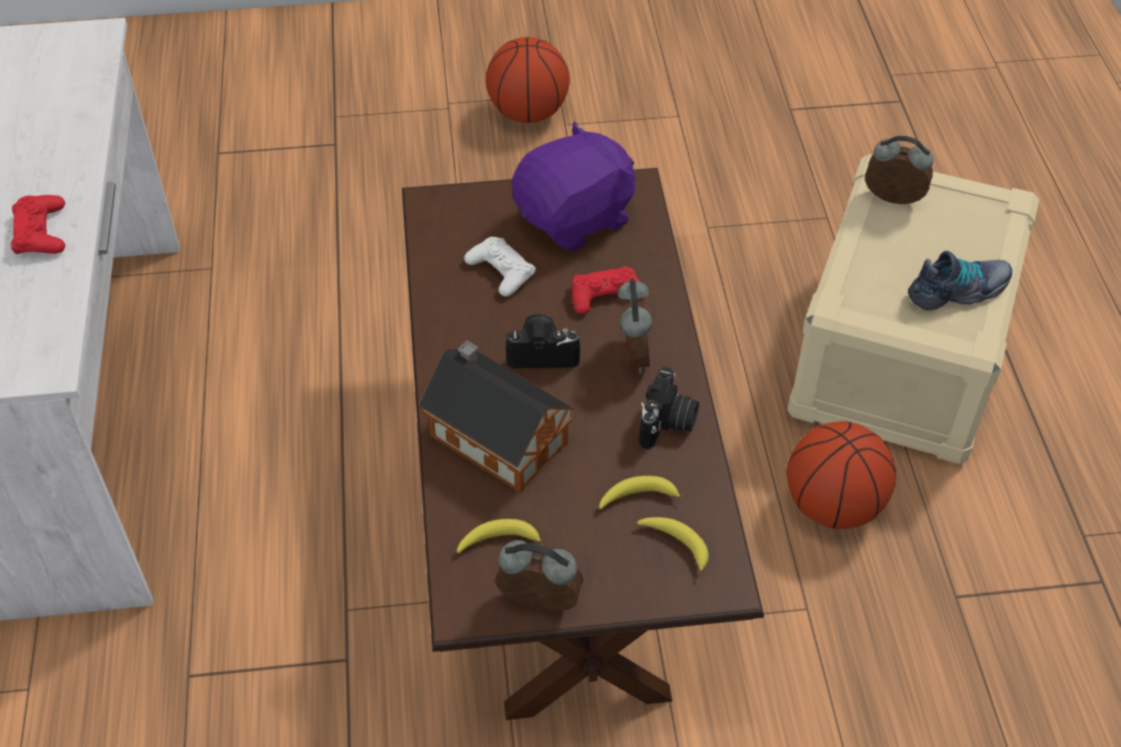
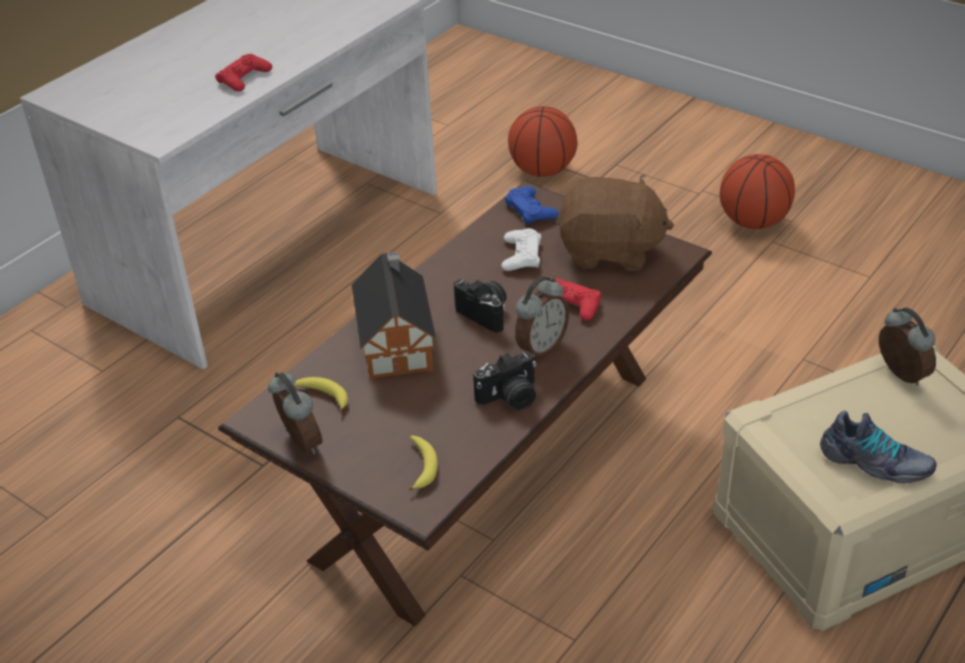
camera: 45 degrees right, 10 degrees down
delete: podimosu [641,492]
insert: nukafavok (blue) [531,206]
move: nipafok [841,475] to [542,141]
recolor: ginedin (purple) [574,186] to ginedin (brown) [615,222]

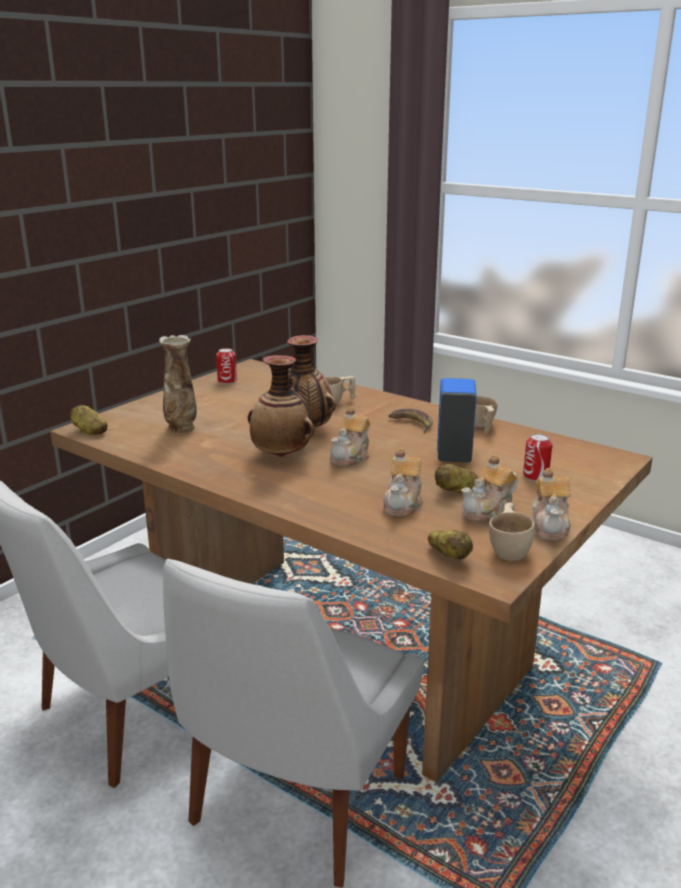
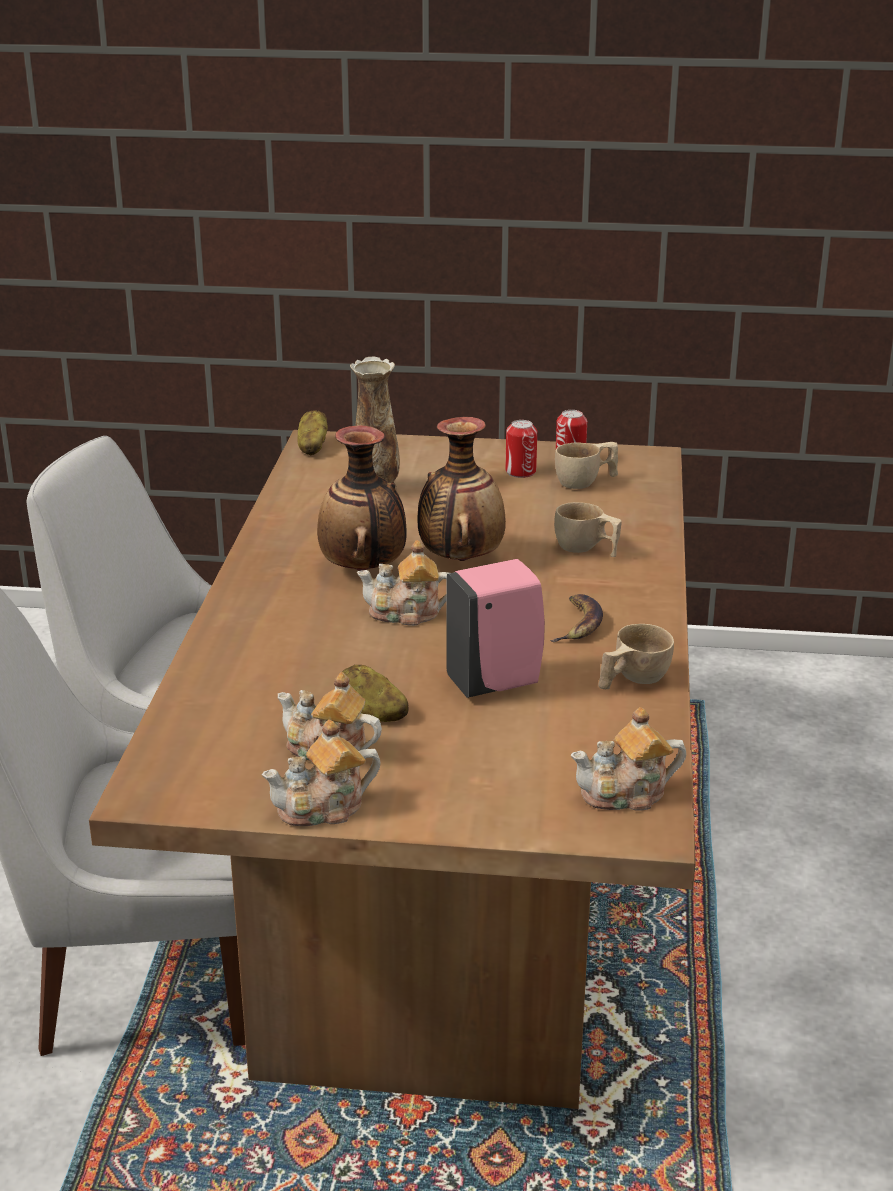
camera: 60 degrees right, 5 degrees up
delete: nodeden [450,545]
move: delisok [538,457] to [521,449]; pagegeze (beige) [512,531] to [586,465]; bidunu [403,482] to [628,758]
recolor: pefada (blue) [457,420] to pefada (pink) [496,628]

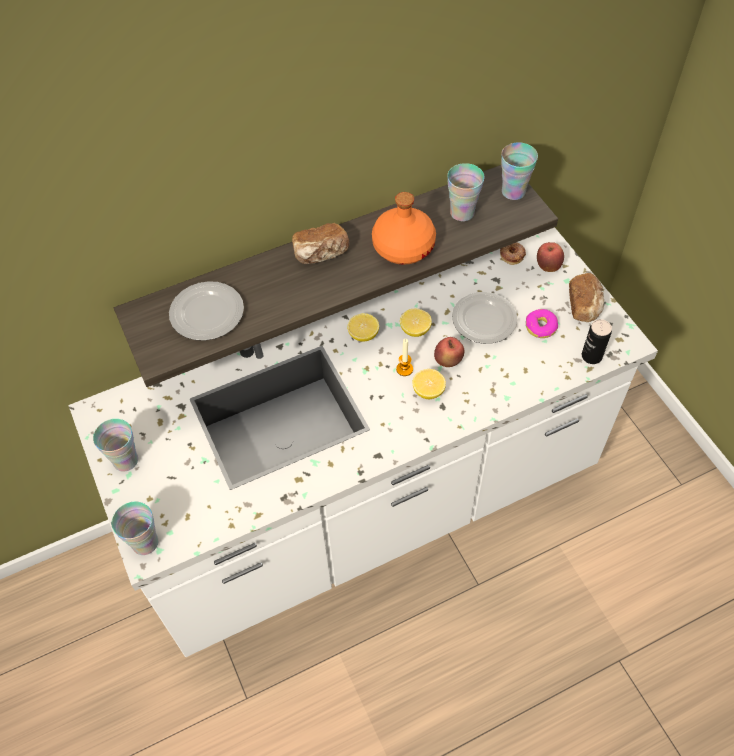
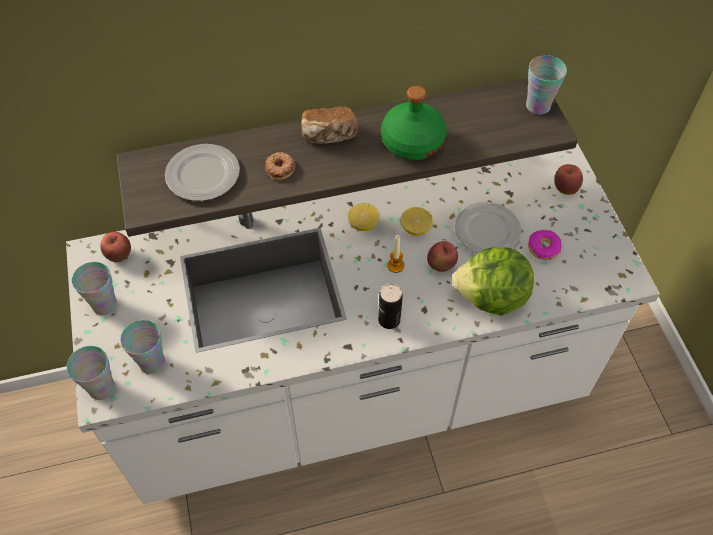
camera: 10 degrees right, 0 degrees up
delete: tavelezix [429,384]; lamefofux [586,297]
insert: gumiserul [115,247]; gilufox [493,281]
move: pagegeze [465,192] to [142,347]; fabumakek [513,253] to [280,166]; delisok [597,341] to [390,306]
recolor: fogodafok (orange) [404,228] to fogodafok (green) [414,123]

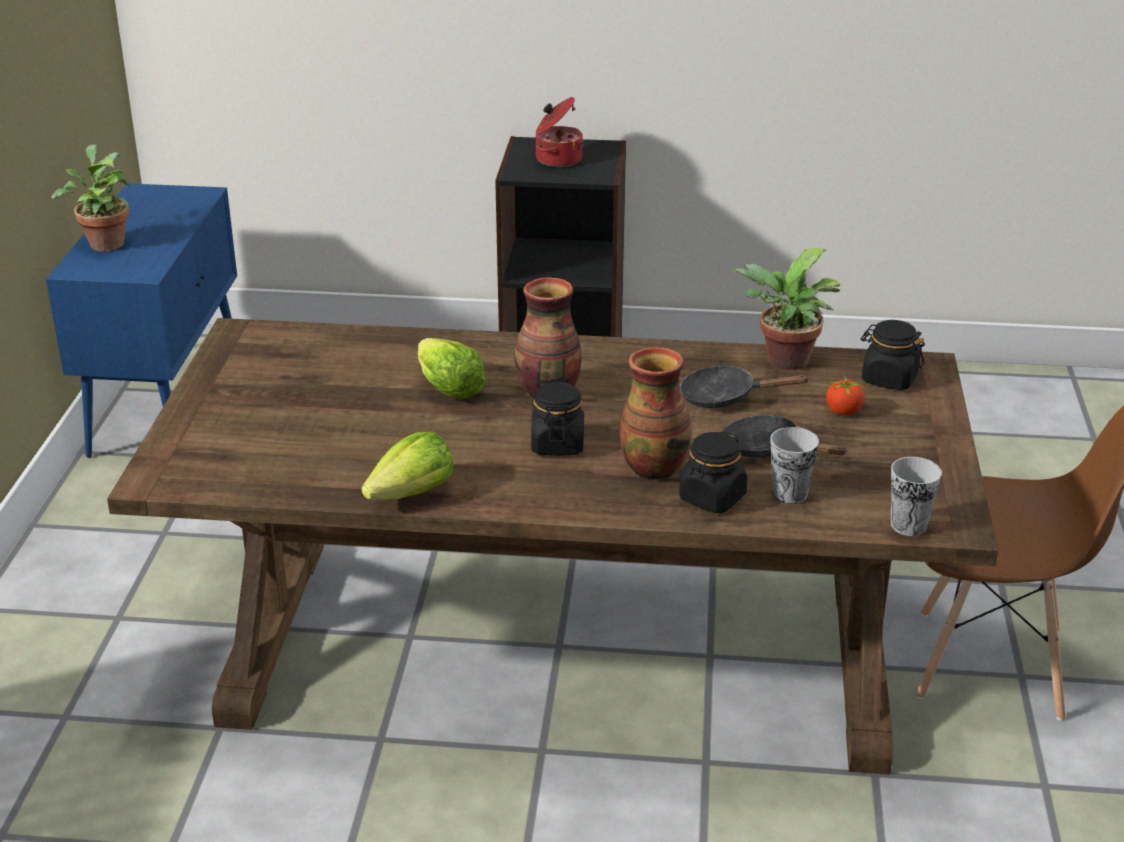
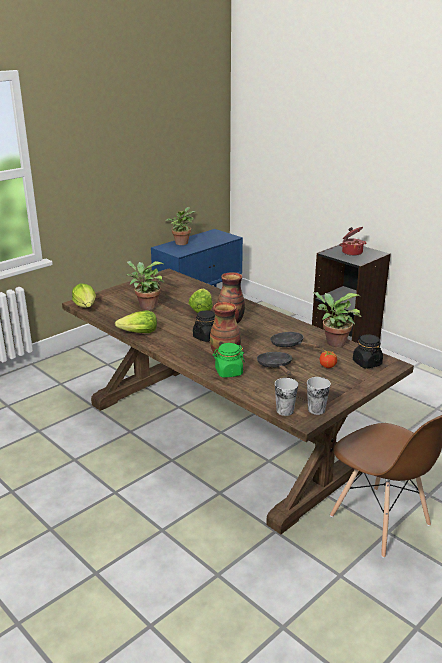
camera: 40 degrees right, 5 degrees down
insert: gilufox [84,296]; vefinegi [145,285]
move: pagegeze [794,465] to [319,396]
recolor: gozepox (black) [713,472] to gozepox (green) [229,360]

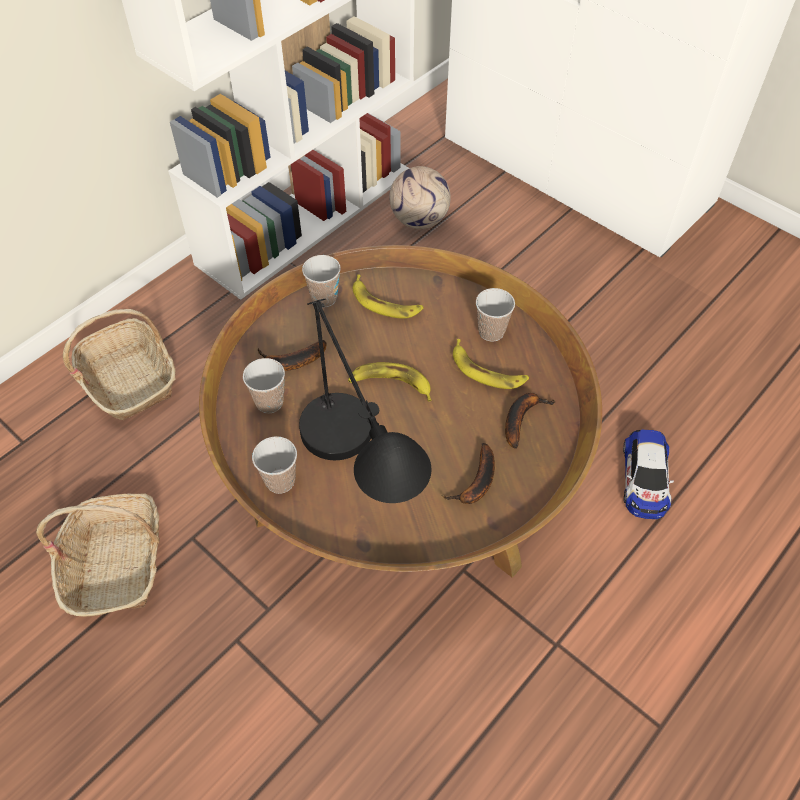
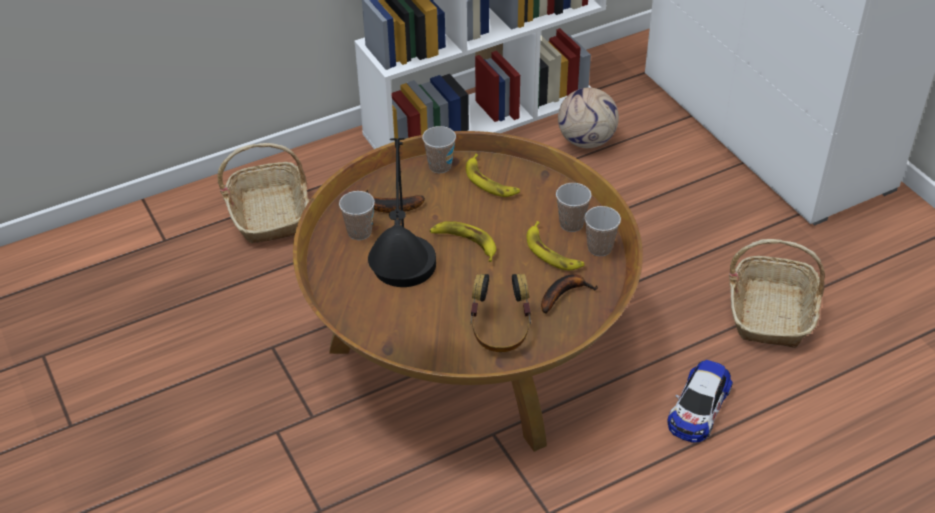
camera: 20 degrees right, 10 degrees down
move: pagegeze [274,465] to [602,231]; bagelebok [98,555] to [777,293]
replace: podimosu [468,473] to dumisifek [501,313]

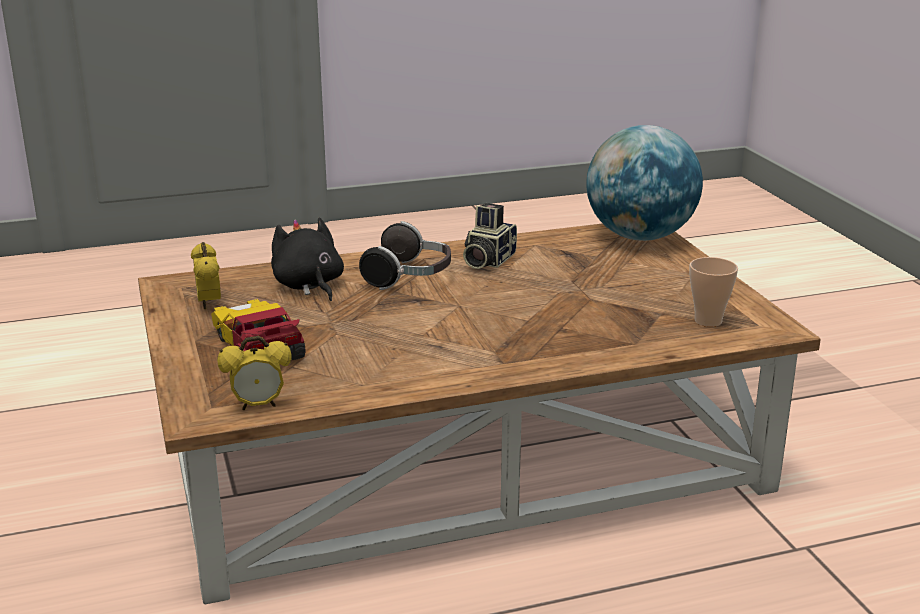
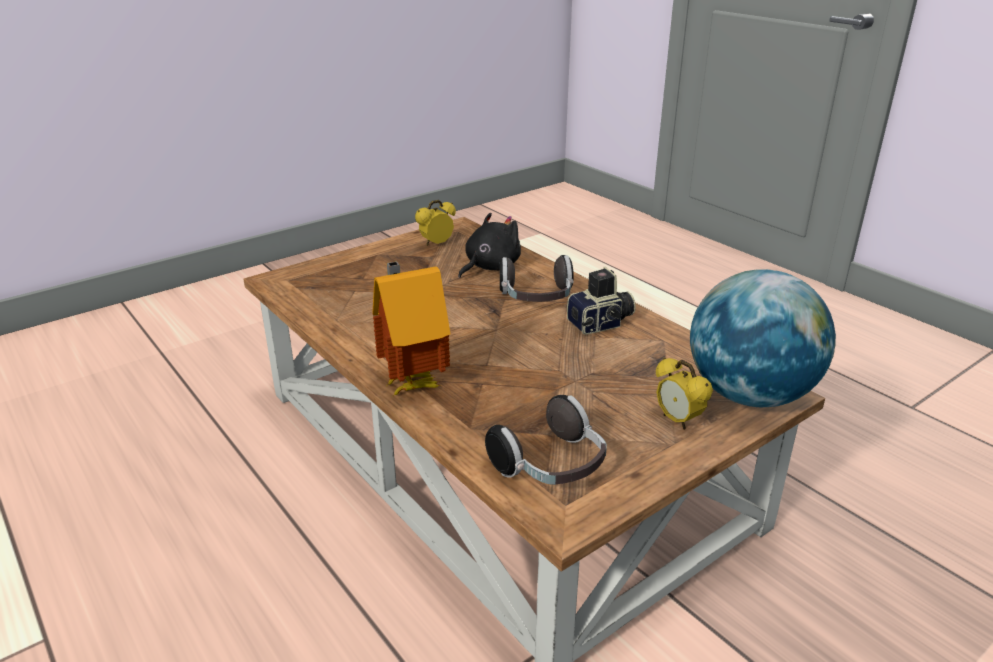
camera: 70 degrees right, 5 degrees up
delete: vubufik [258,329]
insert: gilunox [411,329]
move: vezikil [254,373] to [684,394]
replace: pagegeze [714,292] to dumisifek [546,440]
rotate: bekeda [490,236] = [601,301] 150 degrees clockwise

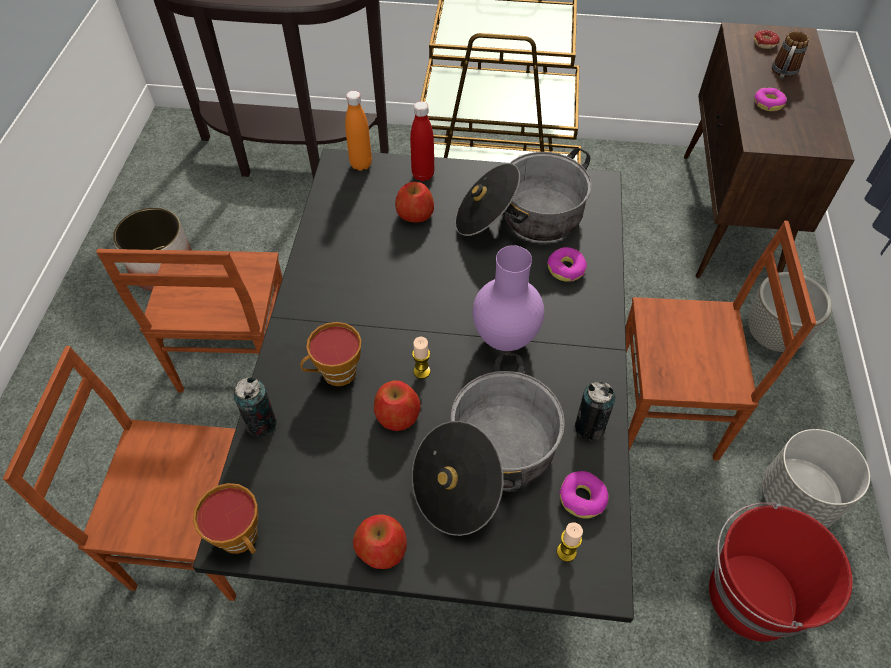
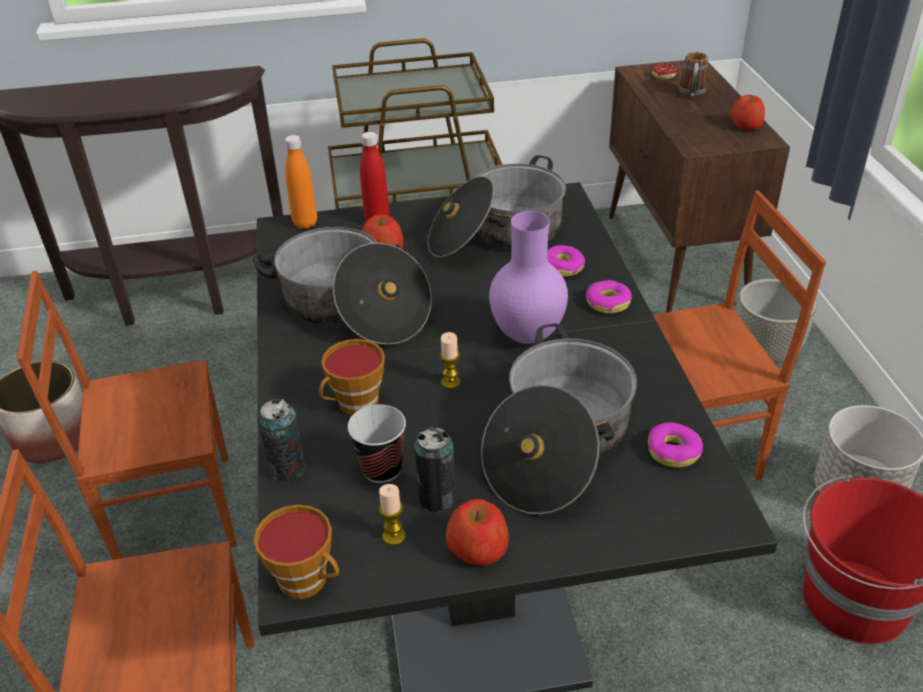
camera: 15 degrees left, 15 degrees down
insert: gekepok [342,286]; pagegeze [377,444]
move: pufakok [570,542] to [392,515]; delisok [595,410] to [435,469]; fabumakek [770,99] to [608,297]; gumiserul [397,405] to [748,112]
rotate: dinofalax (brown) [189,321] = [127,415] 90 degrees clockwise

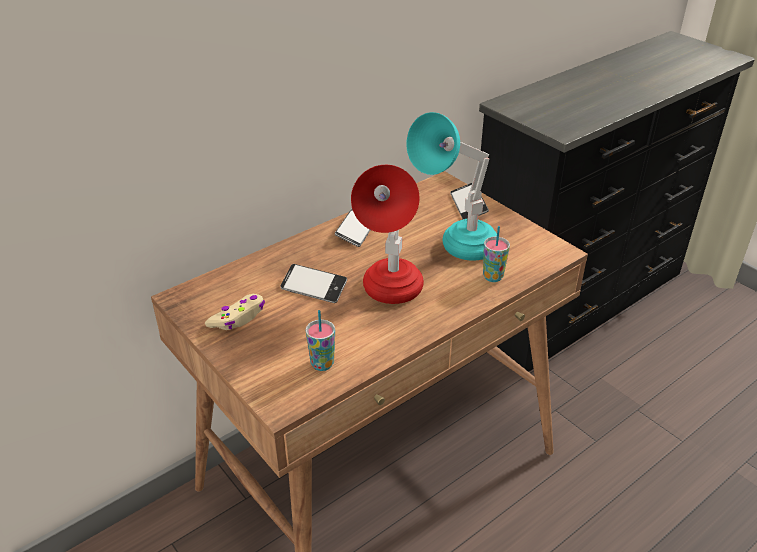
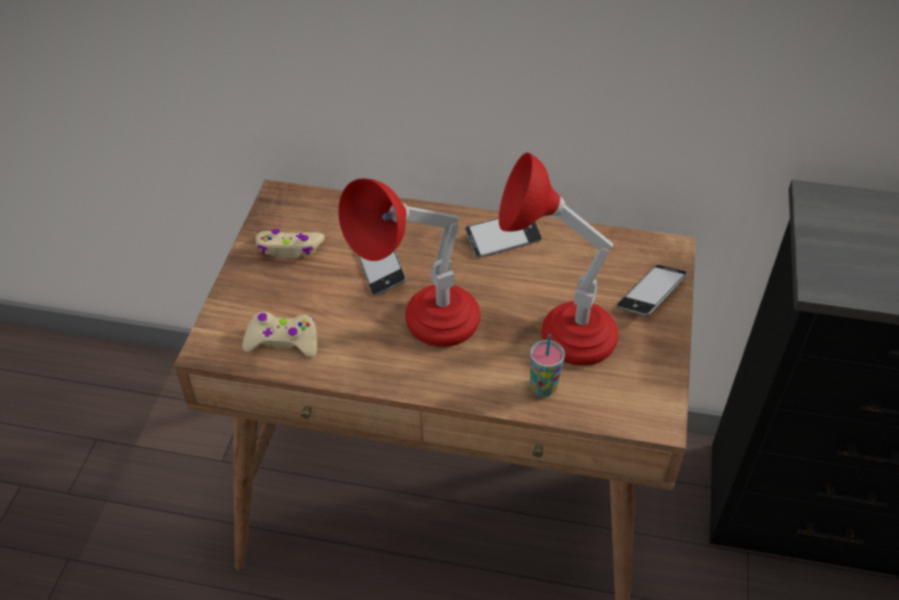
camera: 50 degrees right, 10 degrees up
replace: pagegeze [320,340] to nukafavok (beige) [280,334]
recolor: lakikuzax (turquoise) [451,186] to lakikuzax (red) [558,259]

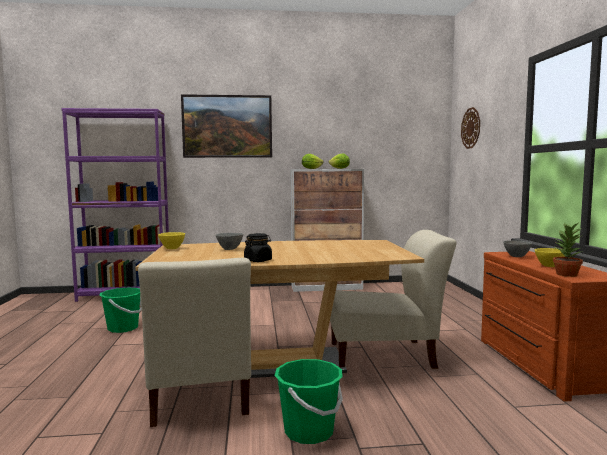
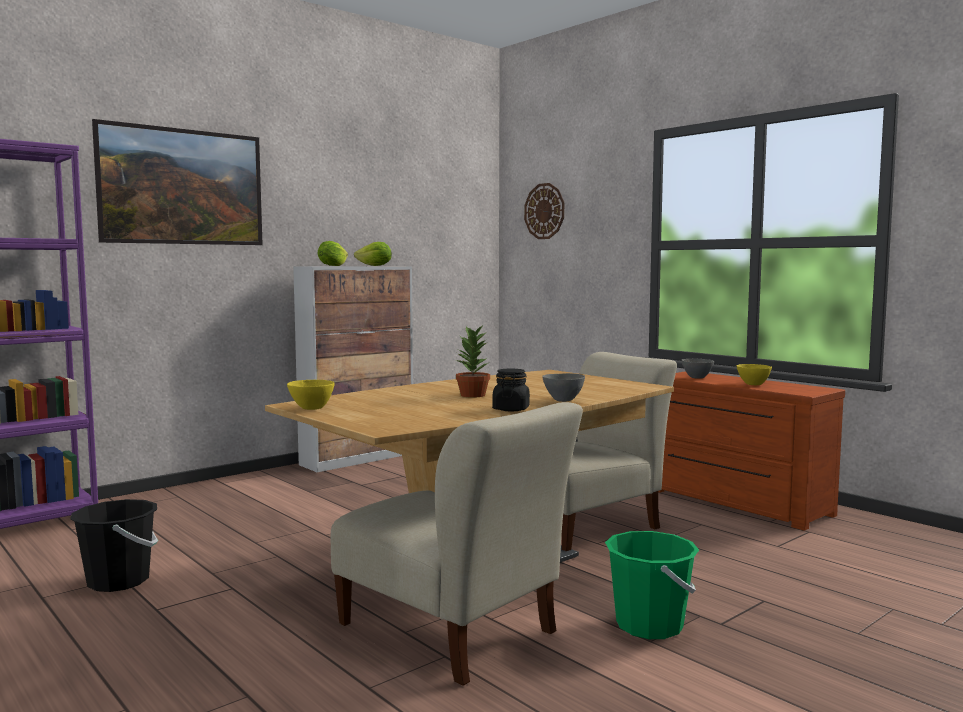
camera: 35 degrees left, 0 degrees up
move: vefinegi [568,250] to [473,361]; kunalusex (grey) [229,241] to [563,387]
recolor: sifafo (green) [120,310] to sifafo (black) [114,545]

